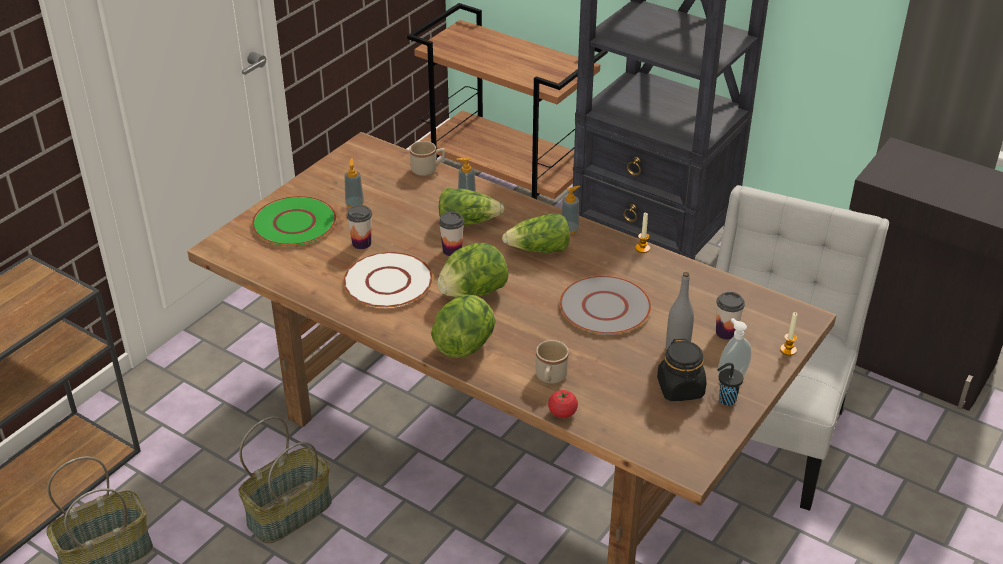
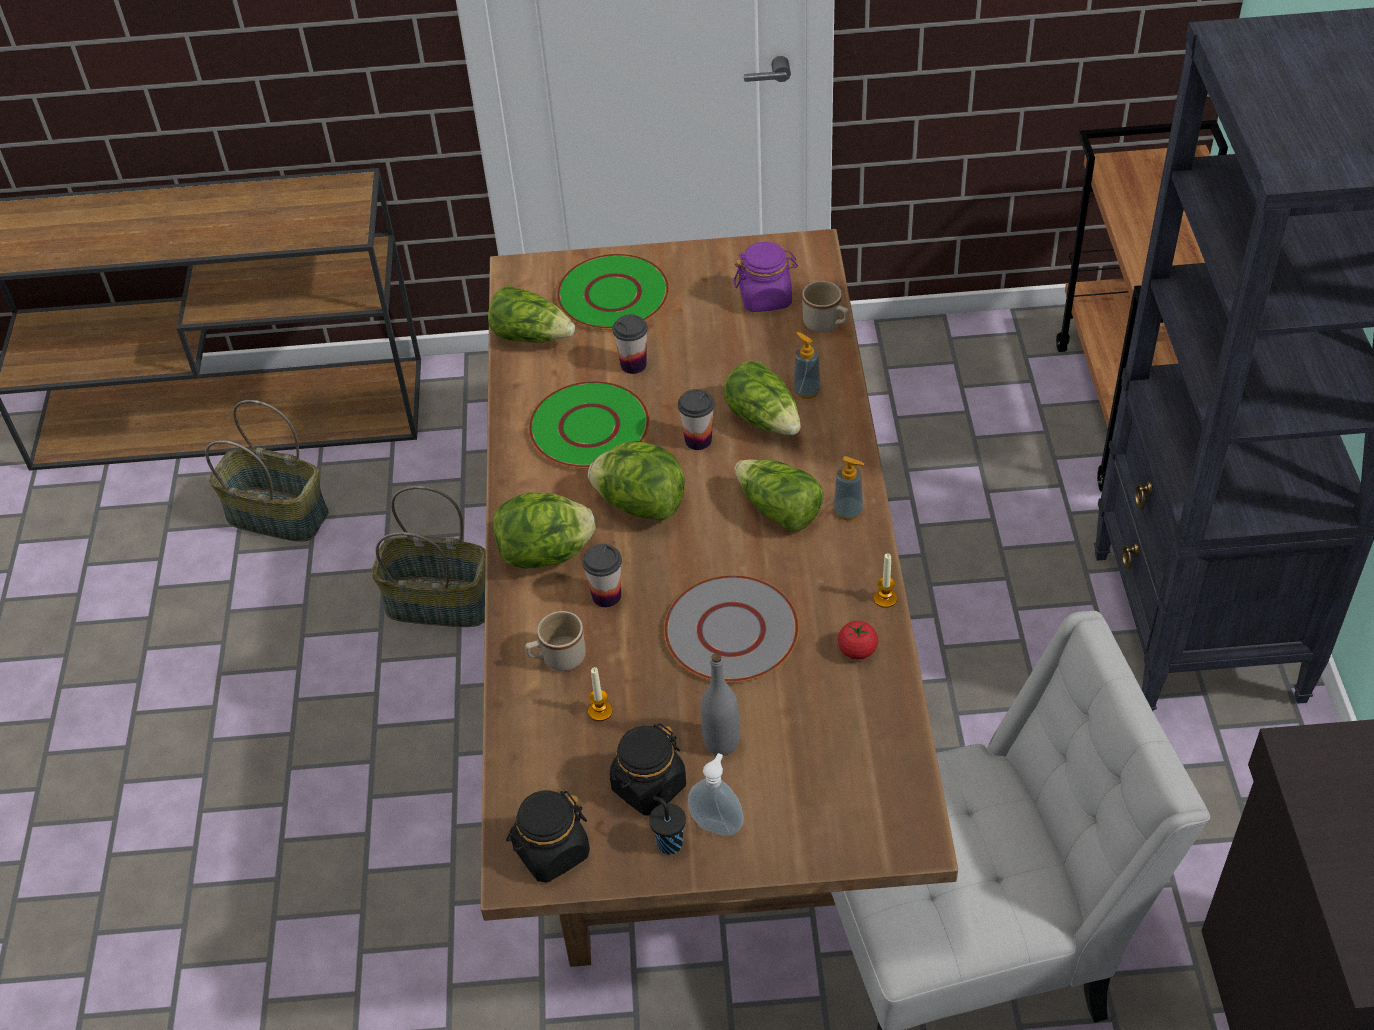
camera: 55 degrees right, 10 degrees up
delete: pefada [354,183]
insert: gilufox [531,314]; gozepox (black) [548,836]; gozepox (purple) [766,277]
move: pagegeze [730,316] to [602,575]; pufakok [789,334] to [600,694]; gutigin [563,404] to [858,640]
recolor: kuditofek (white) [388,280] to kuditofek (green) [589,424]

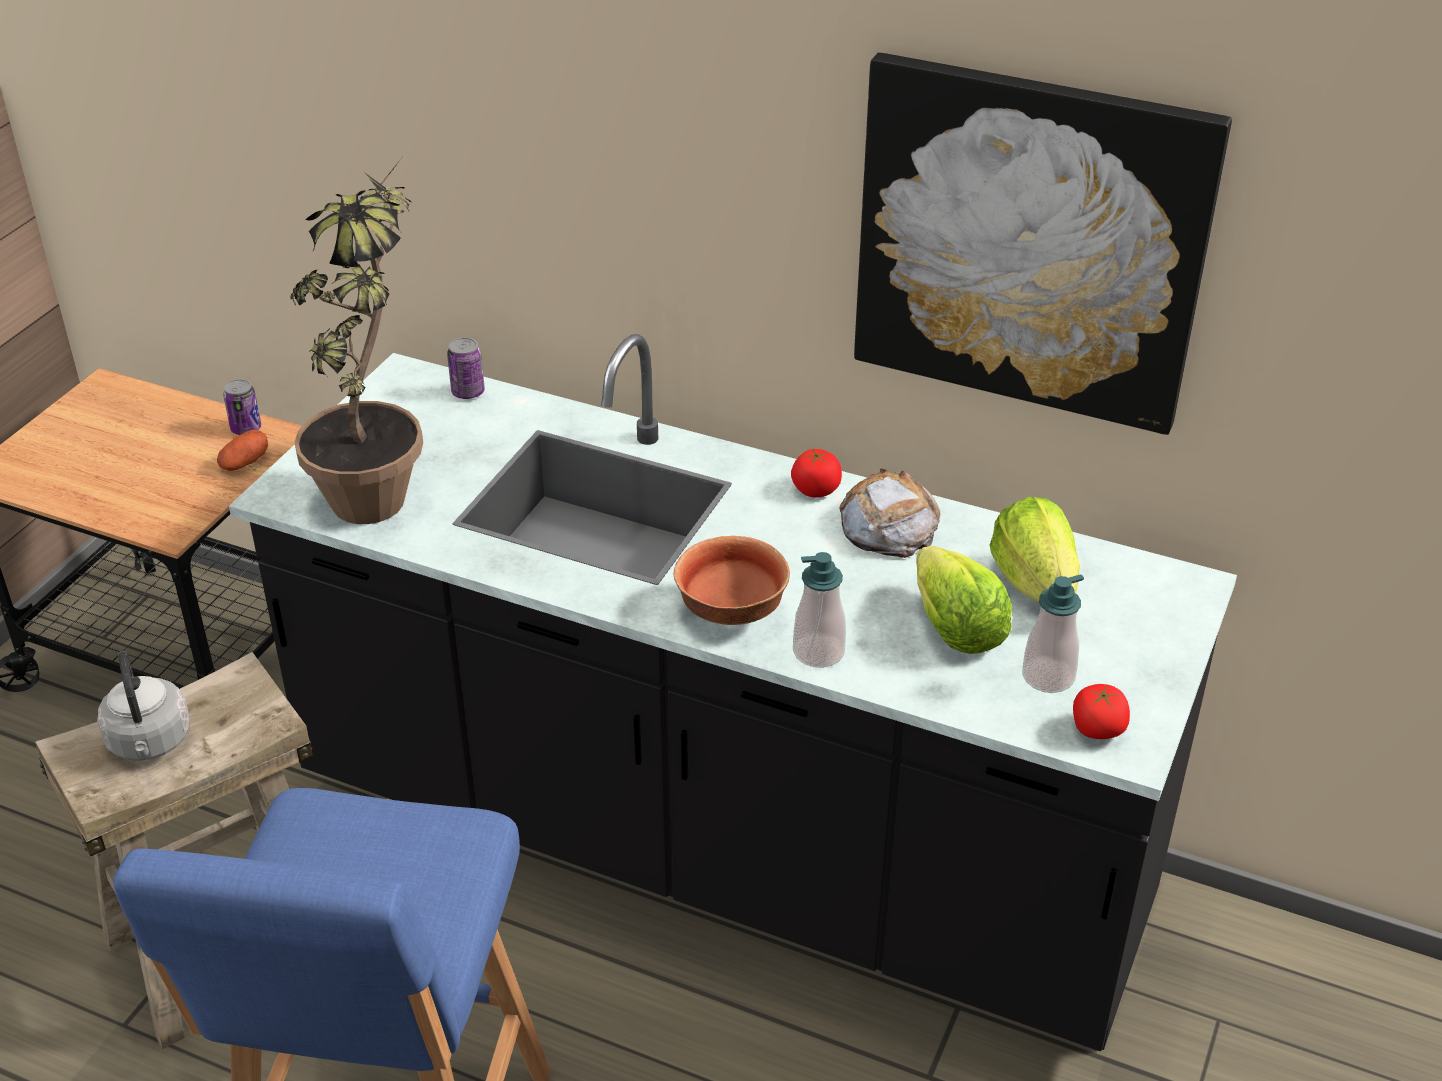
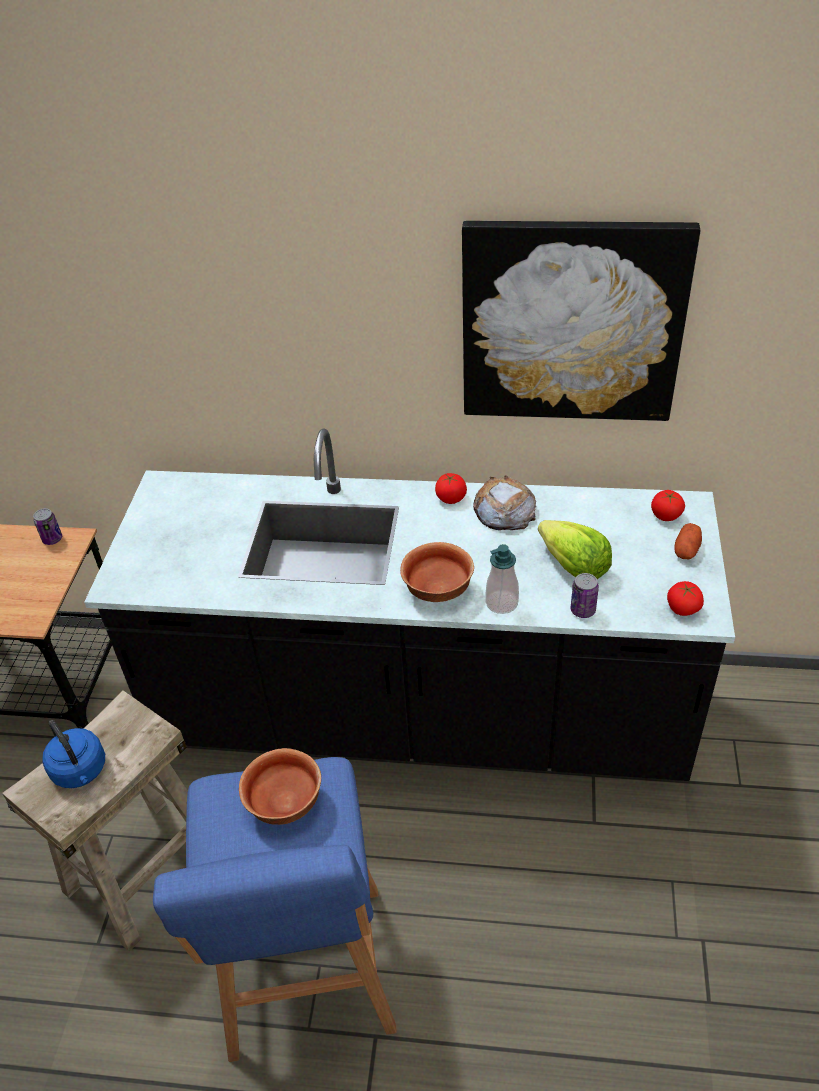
camera: 15 degrees left, 5 degrees up
delete: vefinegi [357,339]; gilufox [1035,549]; pefada [1053,633]
insert: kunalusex [280,786]; gutigin [668,505]
move: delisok [466,368] to [585,595]; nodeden [242,450] to [688,541]
recolor: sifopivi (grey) [143,706] to sifopivi (blue) [73,754]

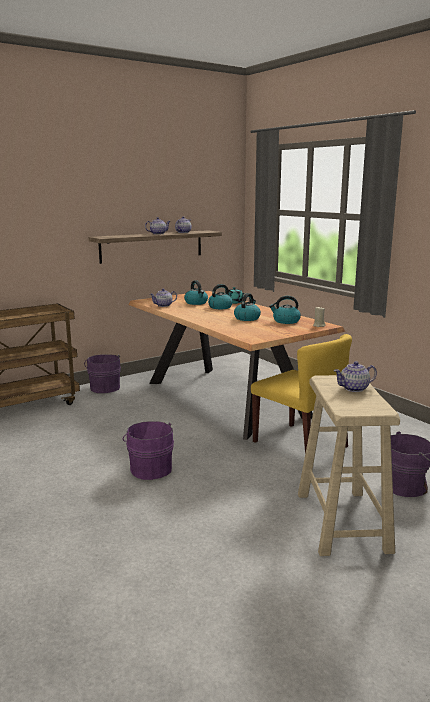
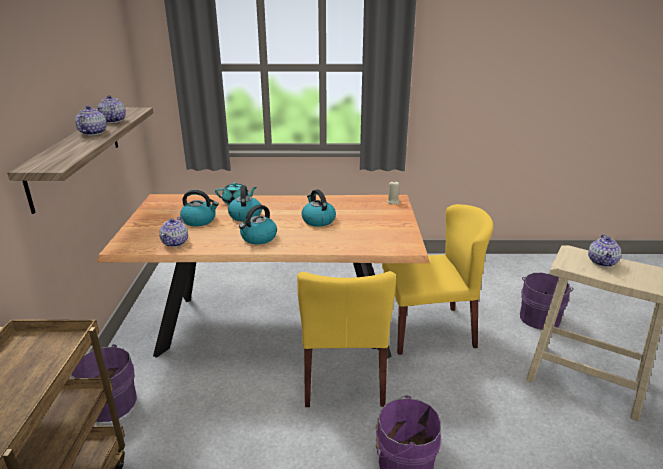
camera: 55 degrees left, 10 degrees up
insert: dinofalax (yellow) [346,339]
move: sifopivi [285,310] to [258,224]

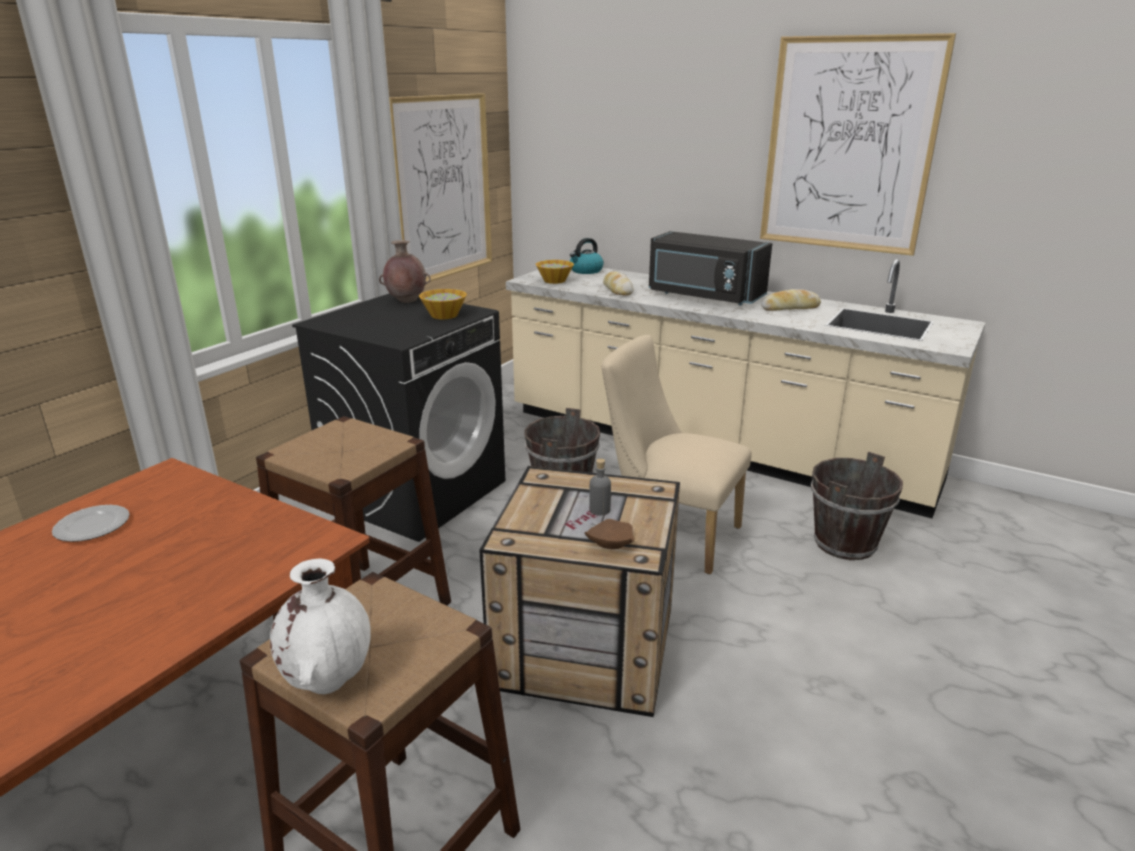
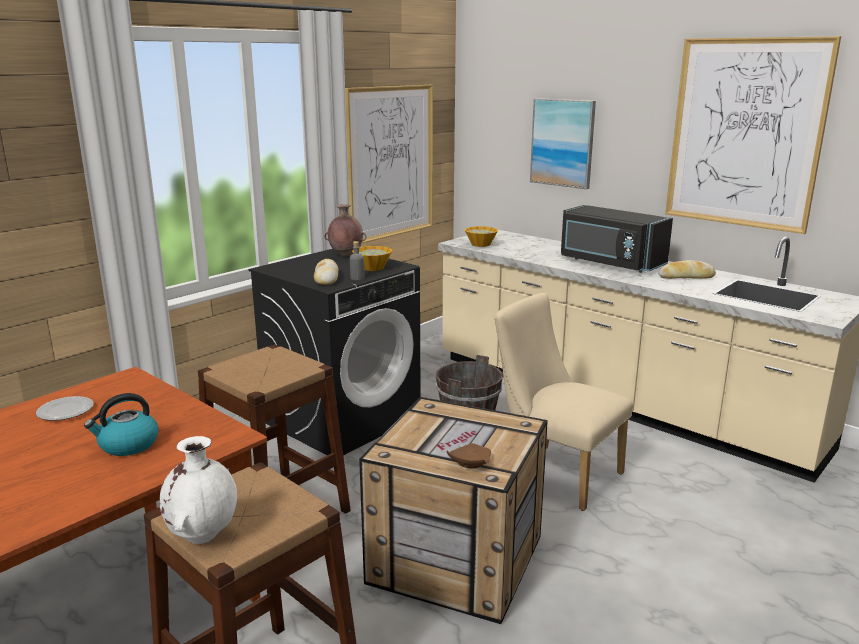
camera: 10 degrees right, 5 degrees down
delete: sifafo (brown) [857,506]
insert: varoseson [563,143]
move: sifopivi [587,256] to [121,424]; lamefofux [618,284] to [326,272]; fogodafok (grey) [600,487] to [357,260]

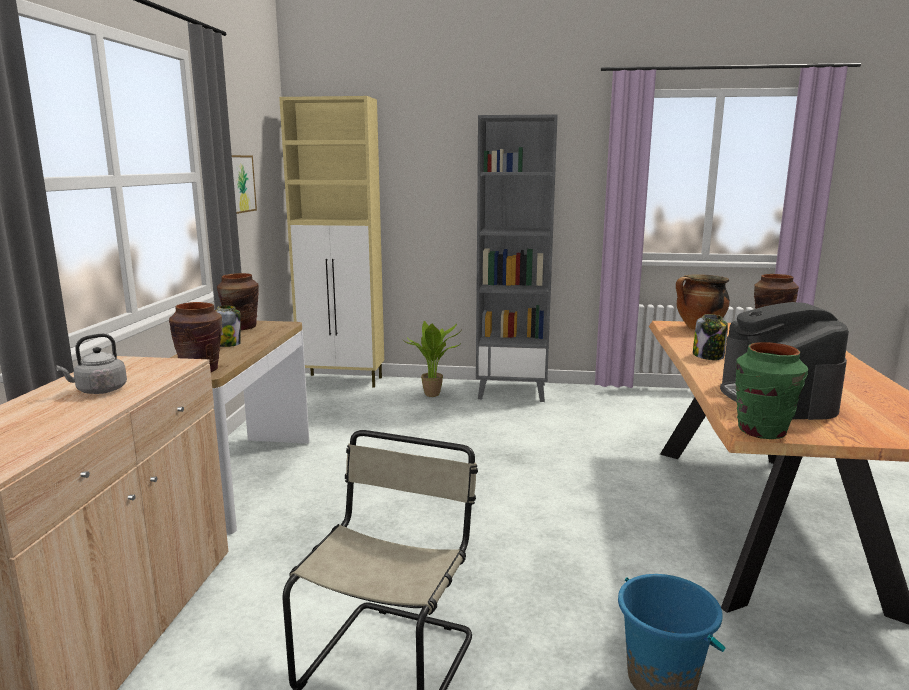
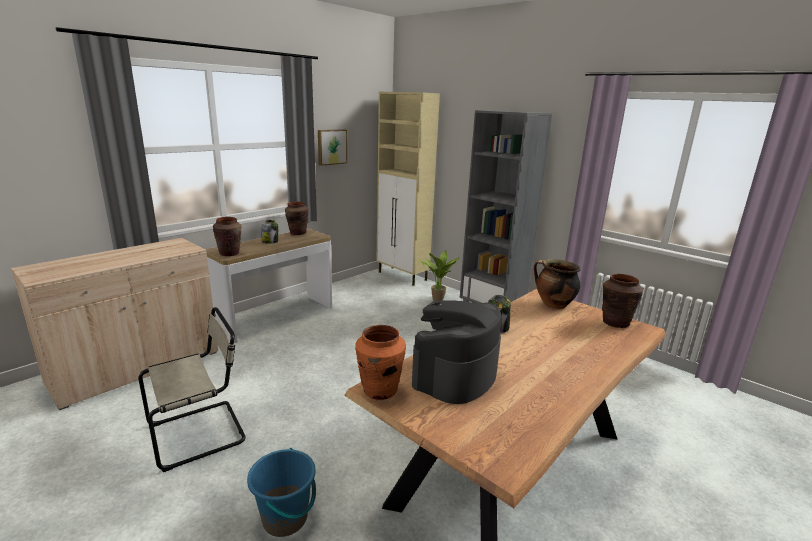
camera: 35 degrees right, 5 degrees up
delete: sifopivi (grey) [91,364]
recolor: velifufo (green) [771,390] to velifufo (orange) [380,362]

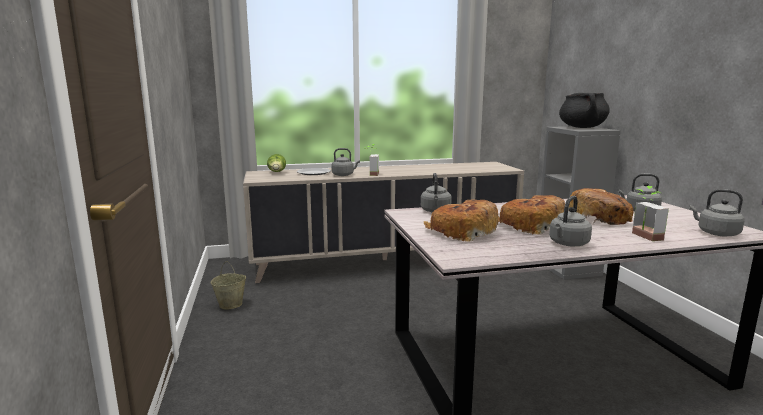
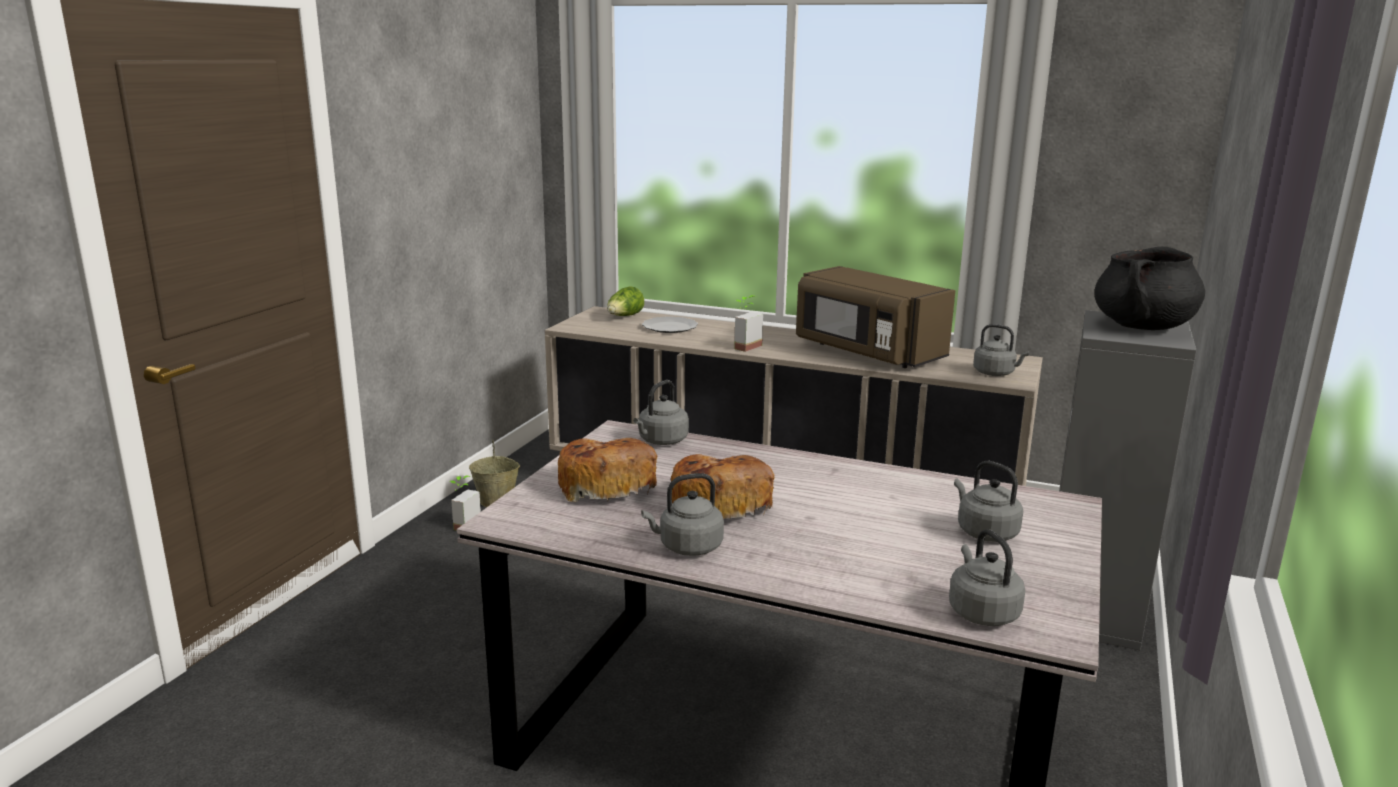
camera: 35 degrees right, 5 degrees up
delete: lamefofux [601,206]
insert: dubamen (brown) [875,317]
move: vefinegi [650,213] to [465,503]; sifopivi (grey) [345,162] to [1001,350]

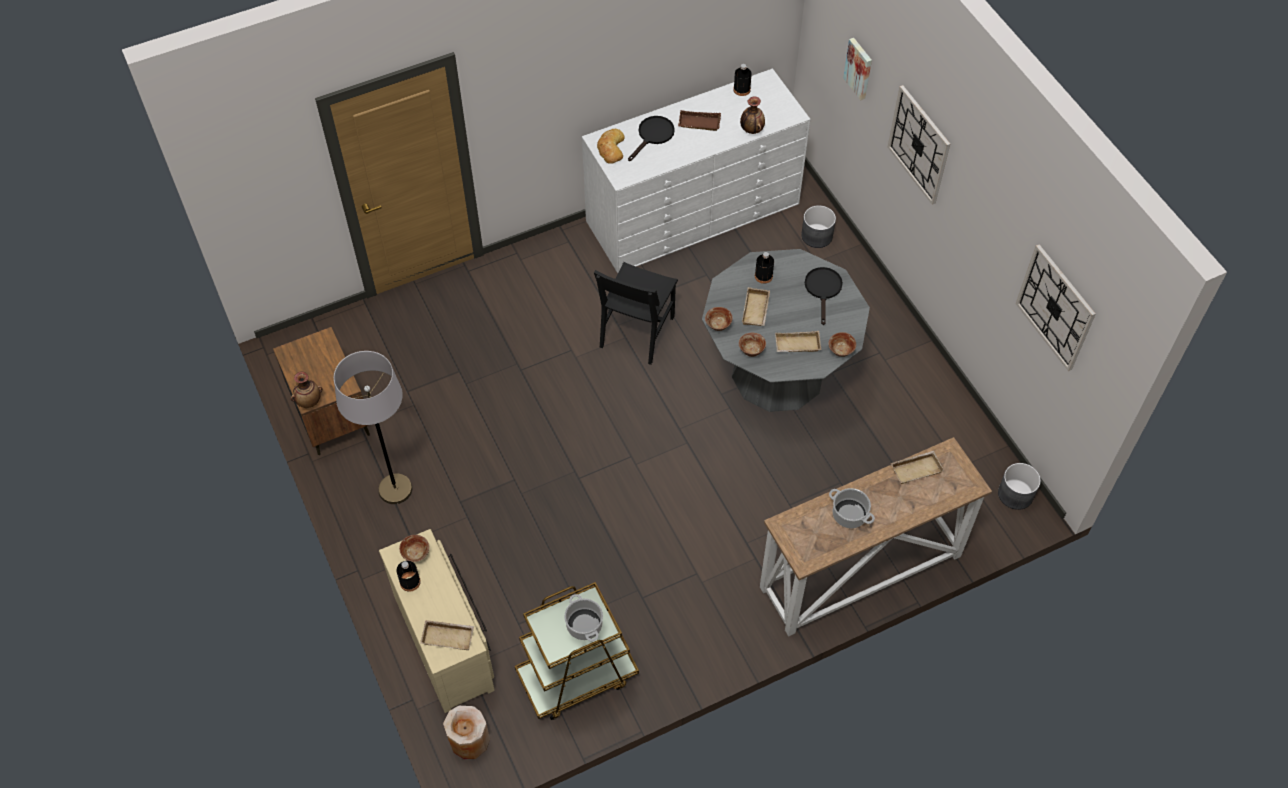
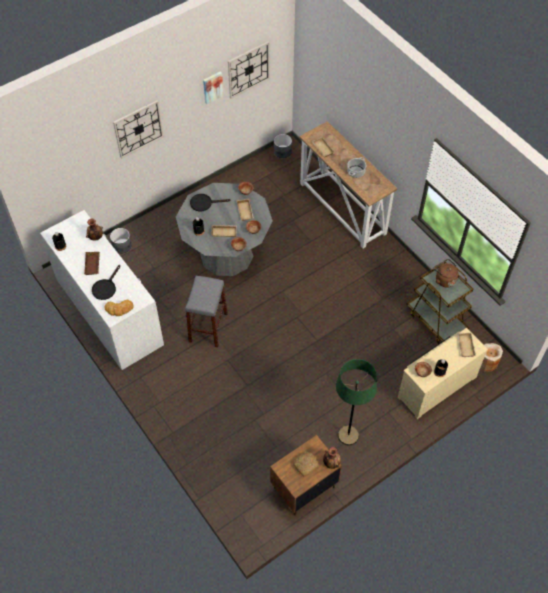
camera: 100 degrees left, 0 degrees up
insert: lamefofux [306,464]
move: varoseson [857,69] to [213,87]
replace: dinofalax (black) [636,313] to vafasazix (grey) [206,311]; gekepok [583,617] to sifopivi (brown) [446,273]
recolor: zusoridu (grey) [373,427] to zusoridu (green) [356,402]
rotate: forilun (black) [651,138] = [106,282] 90 degrees counterclockwise

